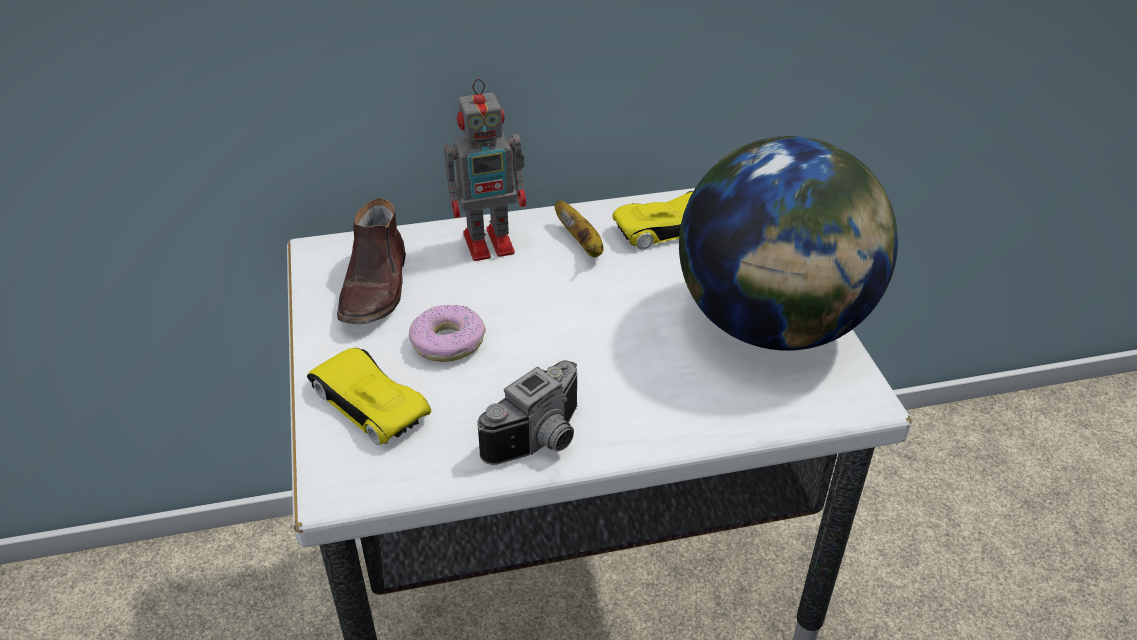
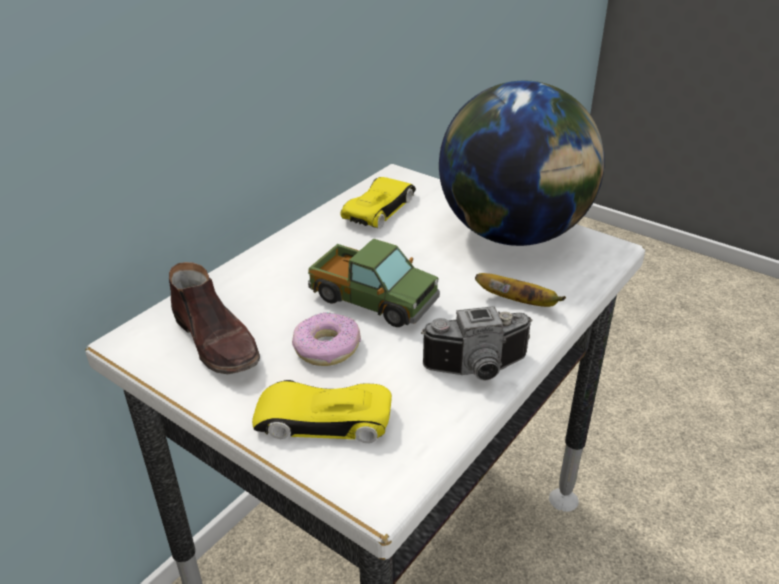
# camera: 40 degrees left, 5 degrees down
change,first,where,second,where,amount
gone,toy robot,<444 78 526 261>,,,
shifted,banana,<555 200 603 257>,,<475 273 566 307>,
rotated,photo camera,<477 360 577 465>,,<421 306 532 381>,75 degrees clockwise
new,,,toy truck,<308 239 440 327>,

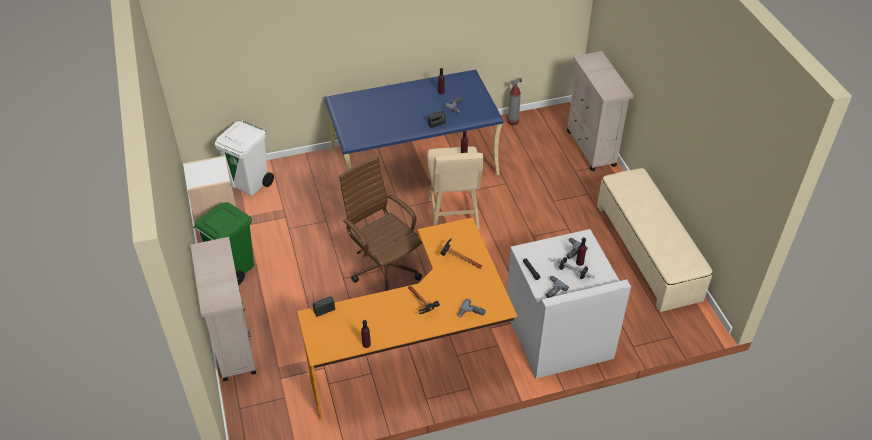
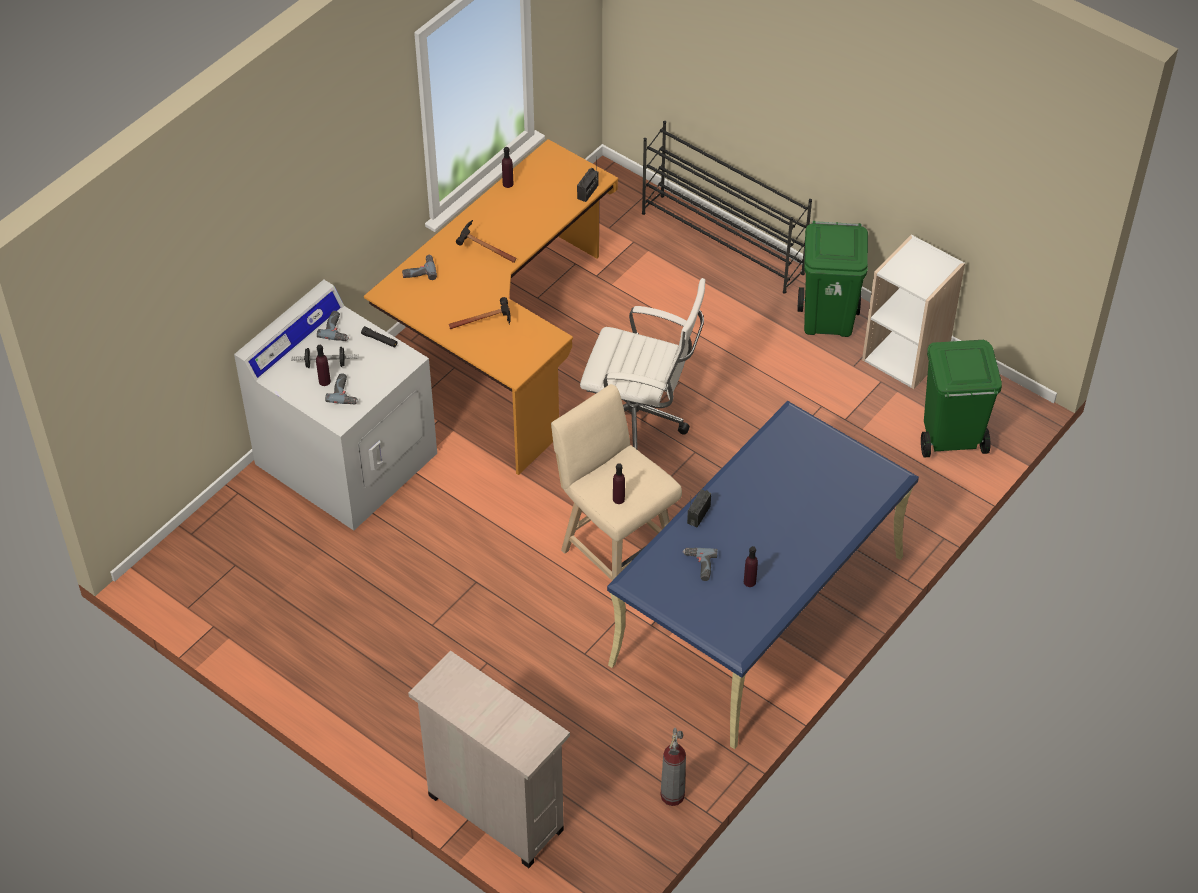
# camera: 145 degrees right, 5 degrees up
change,first,where,second,where,amount
repainted,white trash can,<215 120 274 196>,green trash can,<921 340 1002 458>,
repainted,brown office chair,<339 156 422 291>,white office chair,<580 278 705 450>,
gone,beige bench,<597 168 712 312>,,,
swapped,beige cabinet,<191 237 256 382>,black shoe rack,<642 121 812 293>,

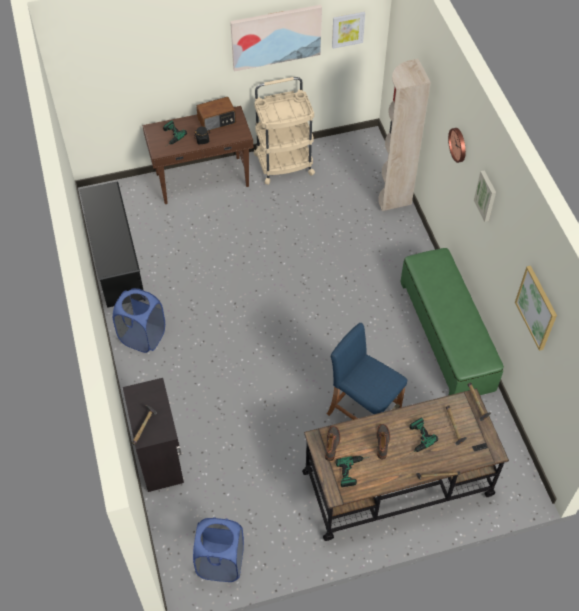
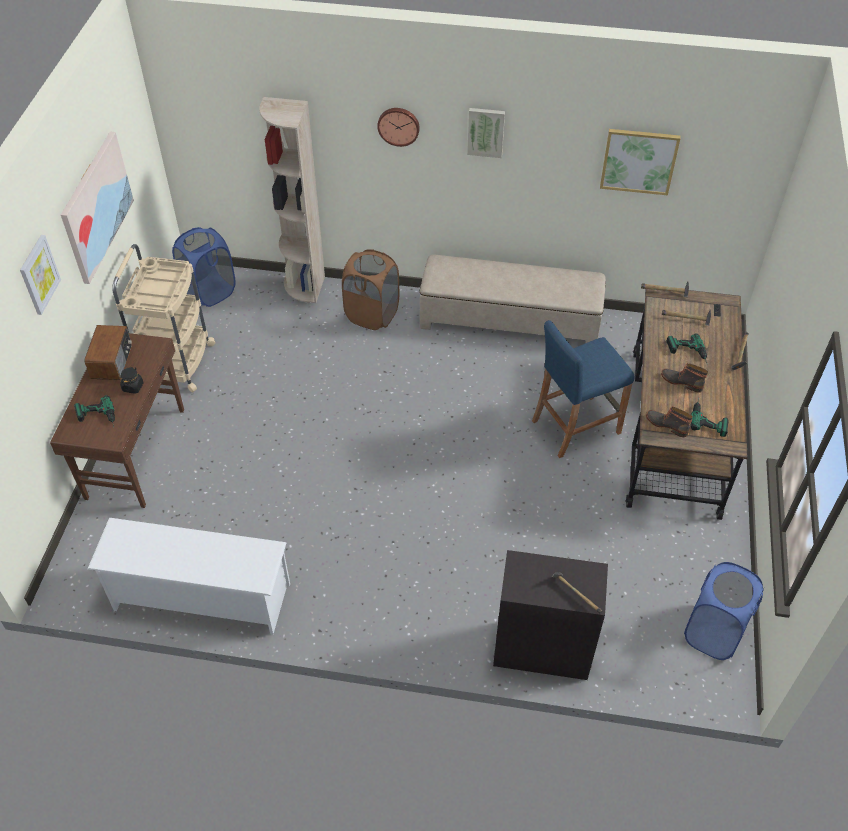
# camera: 65 degrees left, 5 degrees down
change,first,where,second,where,amount
shifted,picture,<332 12 365 49>,,<20 235 61 315>,
repainted,black shoe rack,<80 181 144 308>,white shoe rack,<88 518 290 634>,
repainted,green bench,<400 248 504 395>,beige bench,<420 255 606 343>,
shifted,blue laundry basket,<113 288 165 353>,,<172 227 236 307>,
new,,,brown laundry basket,<342 249 399 330>,

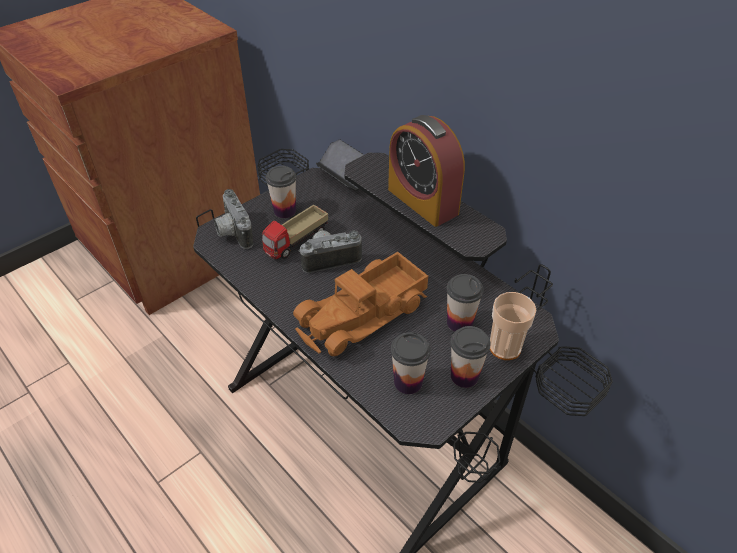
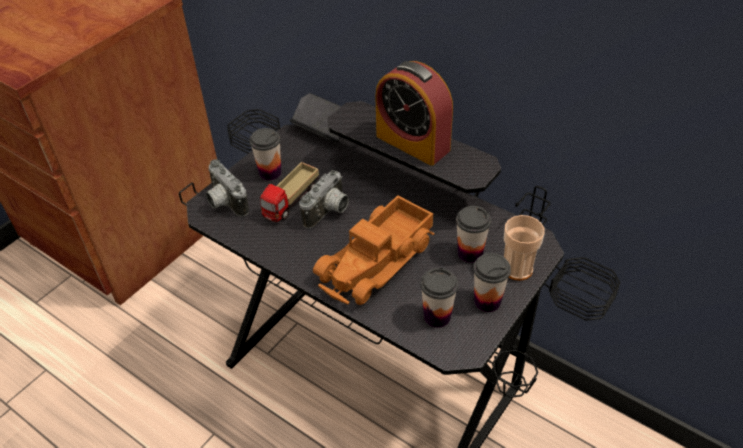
# camera: 10 degrees left, 0 degrees up
change,first,where,second,where,amount
rotated,photo camera,<298 230 362 273>,,<299 170 349 229>,150 degrees clockwise

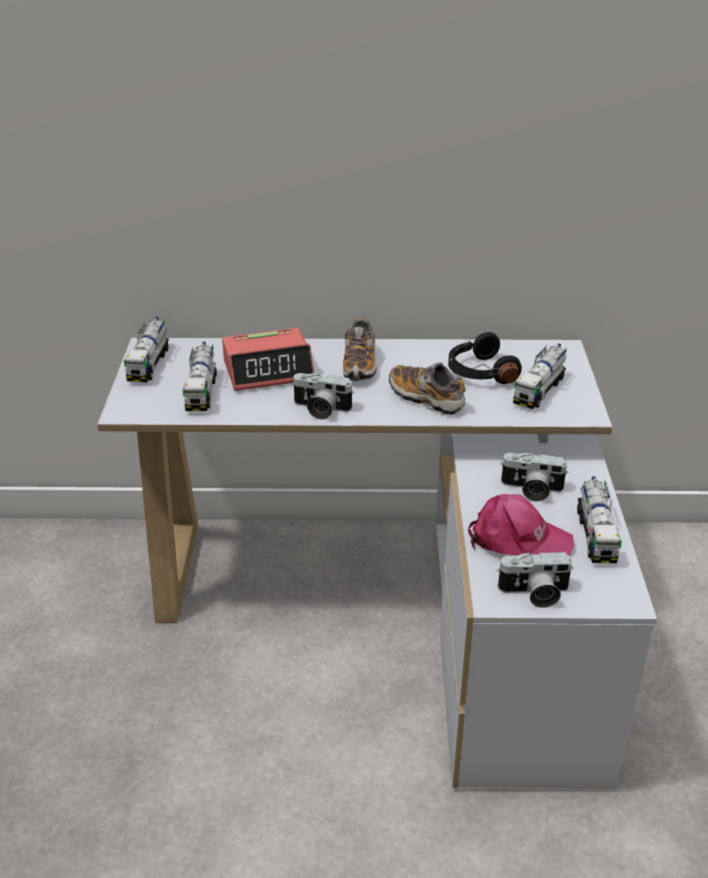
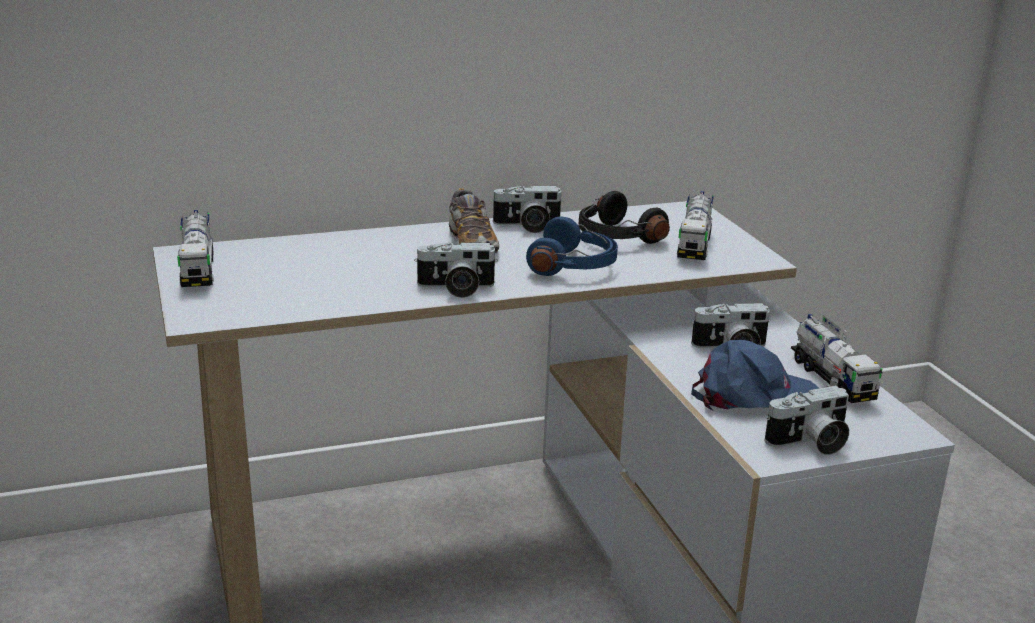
# camera: 20 degrees left, 10 degrees down
change,first,where,second,where,amount
gone,alarm clock,<222 328 314 391>,,,
gone,toy truck,<182 342 217 411>,,,
swapped,shoe,<389 363 466 416>,blue headphones,<526 216 618 276>,
repainted,pink cap,<468 494 574 556>,blue cap,<691 340 819 411>,
new,,,photo camera,<491 186 563 233>,

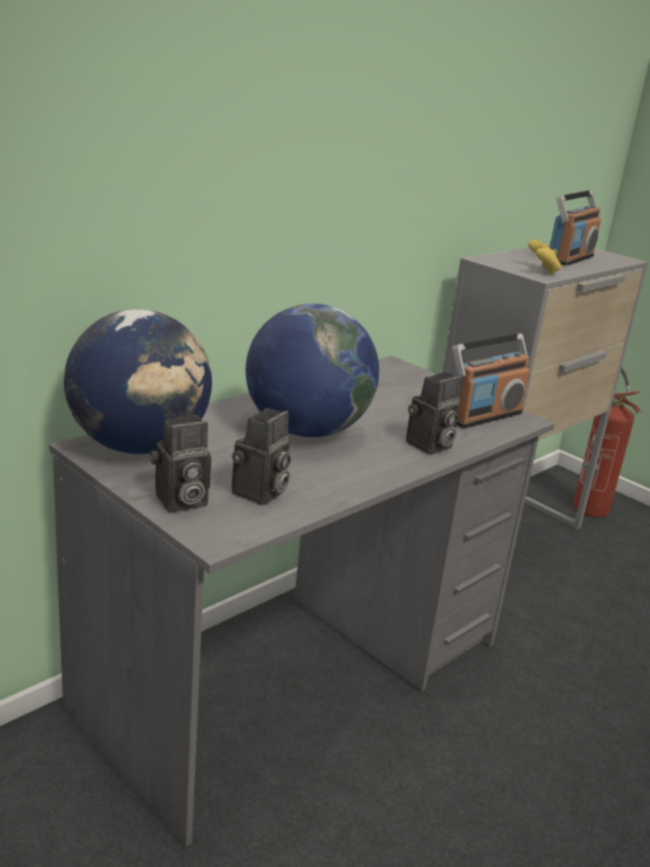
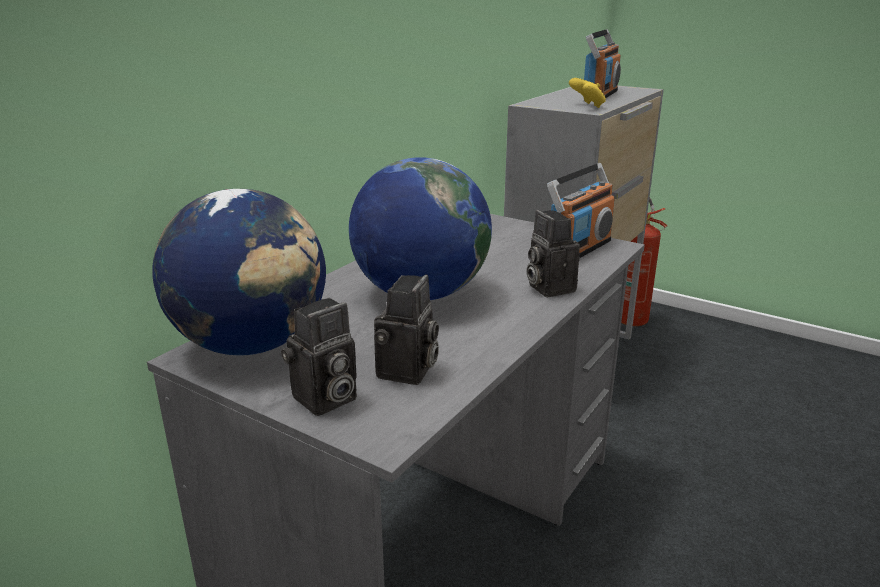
# camera: 10 degrees left, 0 degrees up
change,first,where,second,where,amount
rotated,photo camera,<406 372 461 455>,,<527 210 580 297>,120 degrees clockwise

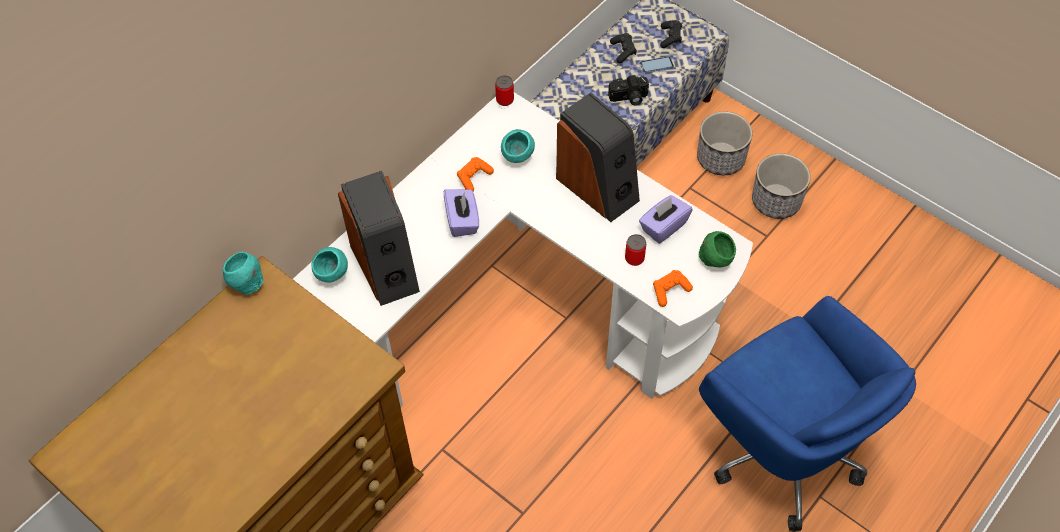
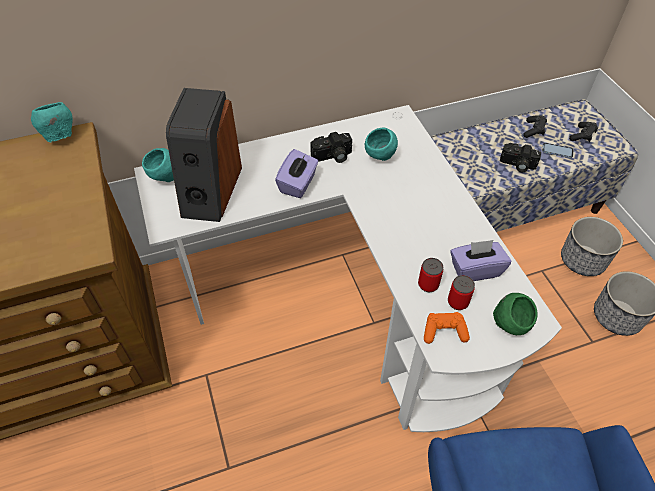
# camera: 30 degrees right, 5 degrees down
change,first,where,second,where,amount
shifted,can,<495 76 514 106>,,<448 275 475 310>,
gone,speaker,<556 93 640 222>,,,
swapped,orange game controller,<457 157 494 191>,photo camera,<310 132 352 163>,

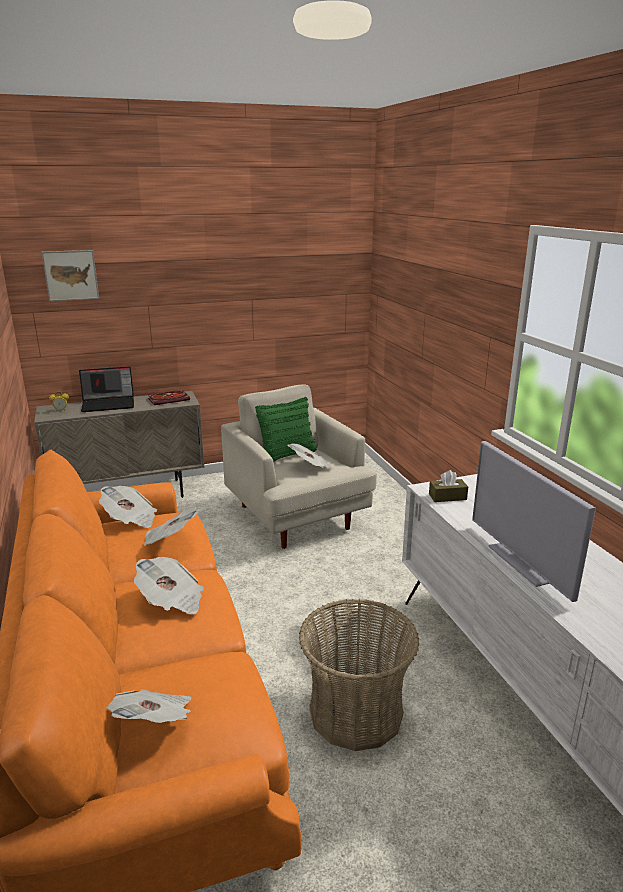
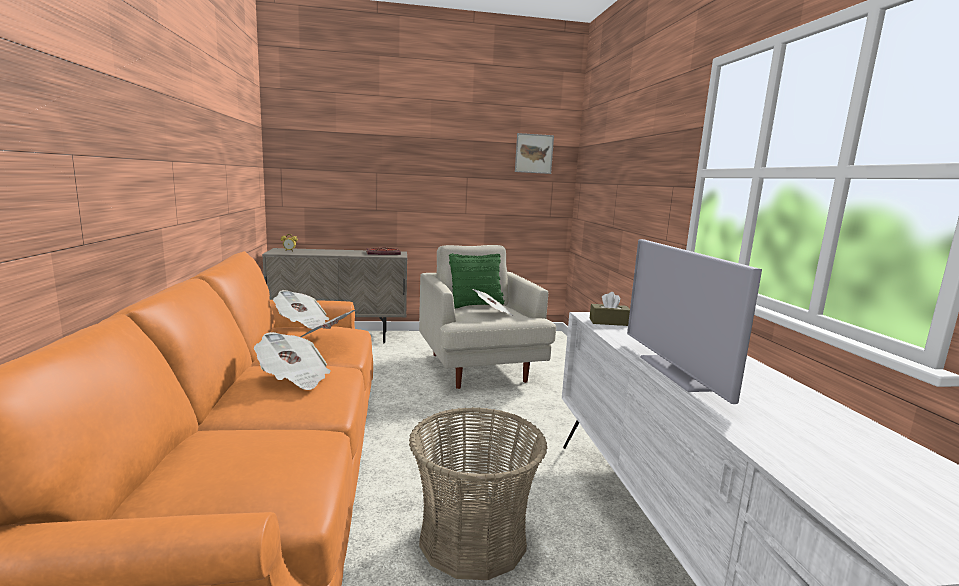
# camera: 10 degrees right, 10 degrees down
change,first,where,second,where,amount
shifted,picture,<42 250 99 302>,,<515 133 554 174>,
gone,laptop,<79 366 134 412>,,,
gone,newspaper,<107 689 191 723>,,,

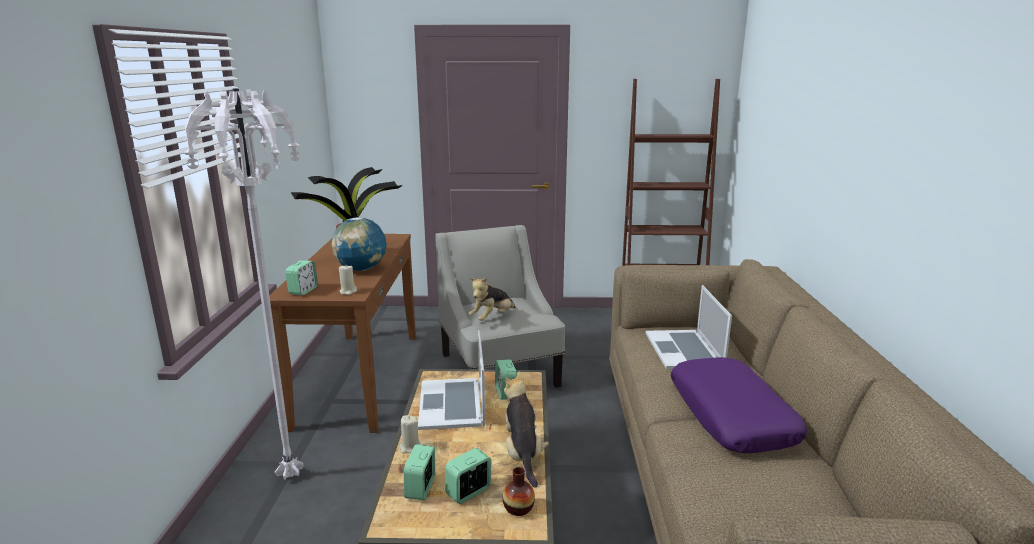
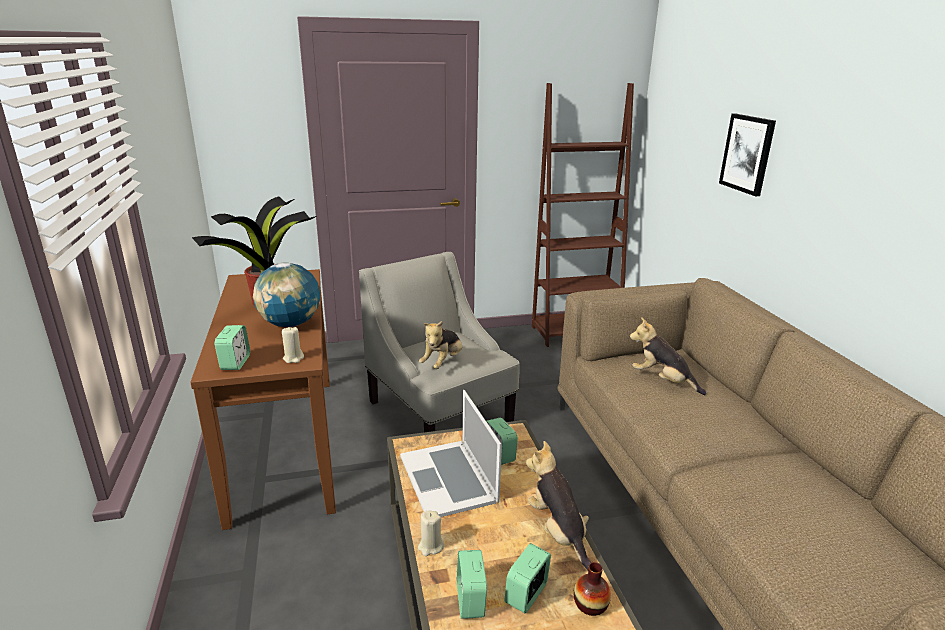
# camera: 15 degrees left, 5 degrees up
change,first,where,second,where,amount
gone,white floor lamp,<184 88 304 480>,,,
swapped,laptop,<645 285 732 369>,plush toy,<630 317 706 395>,
gone,purple pillow,<671 357 807 453>,,,
new,,,picture,<719 114 776 196>,

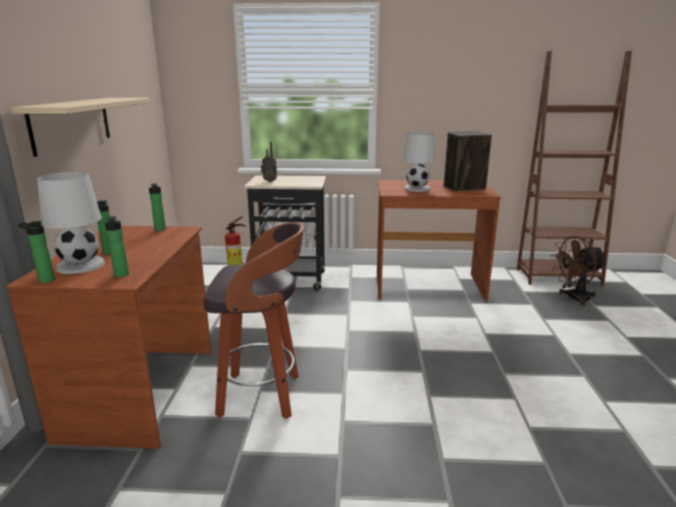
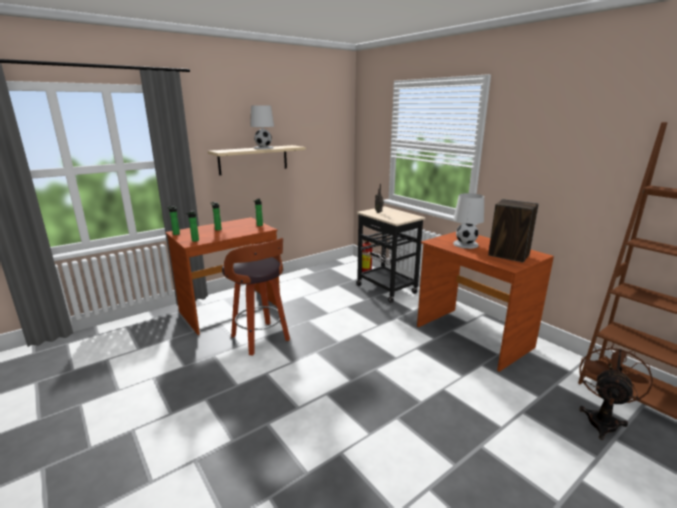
# camera: 50 degrees right, 0 degrees up
change,first,where,second,where,amount
shifted,white table lamp,<37 172 105 274>,,<250 105 274 149>,
rotated,brown fan,<550 236 607 306>,,<579 343 653 440>,90 degrees clockwise

